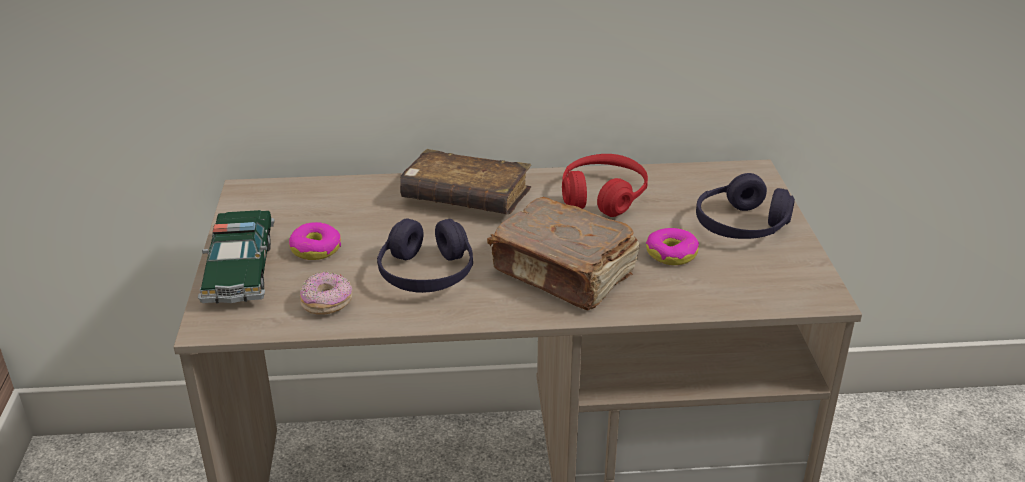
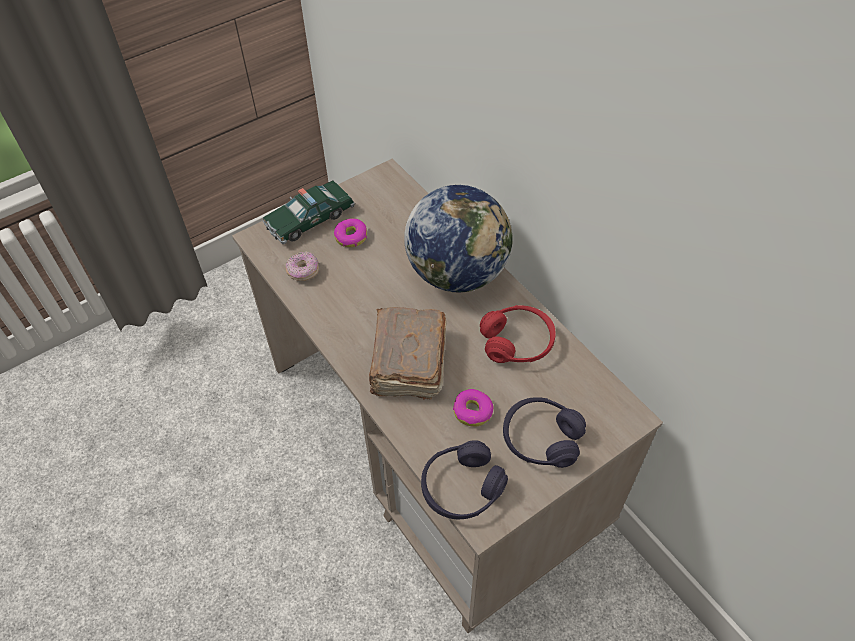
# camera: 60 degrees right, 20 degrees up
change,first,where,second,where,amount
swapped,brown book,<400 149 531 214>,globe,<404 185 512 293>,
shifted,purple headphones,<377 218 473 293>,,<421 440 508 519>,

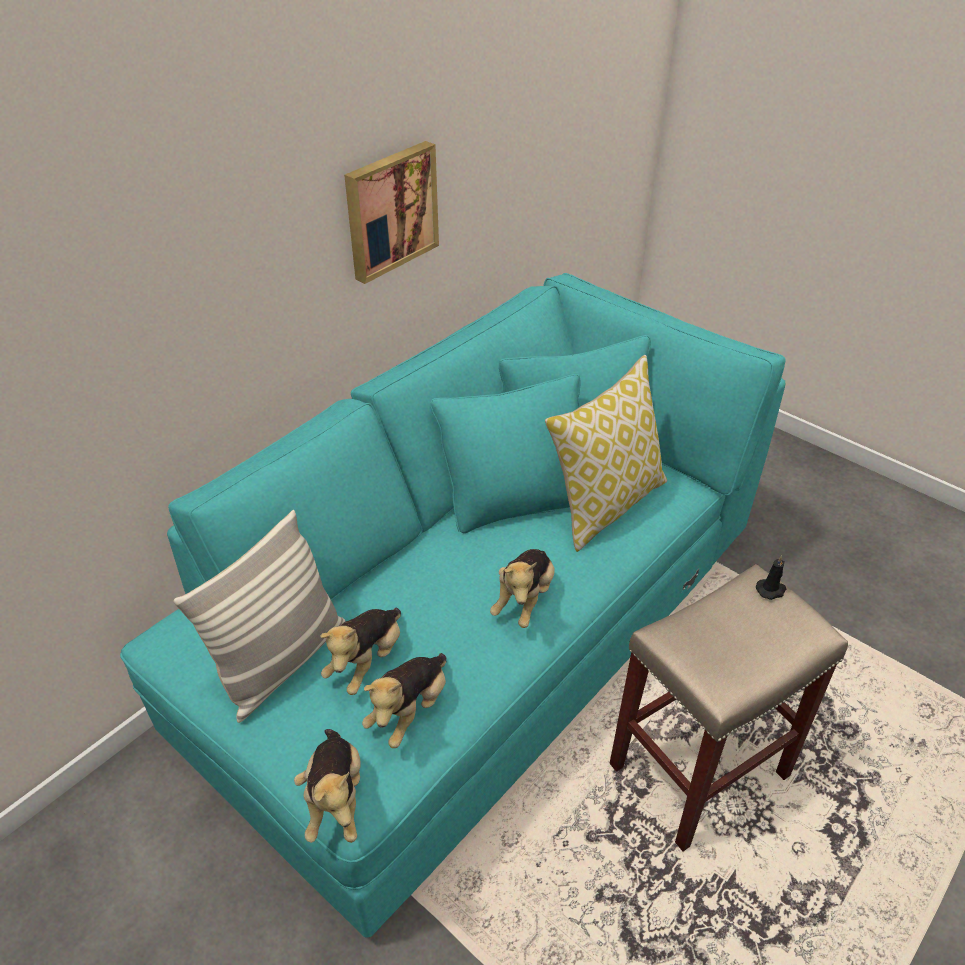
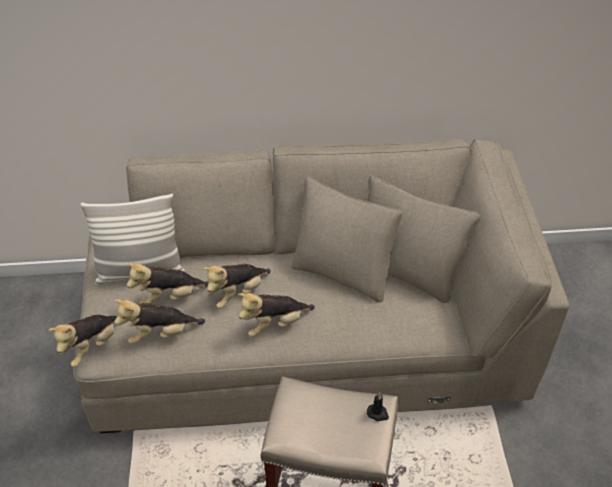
# camera: 45 degrees right, 5 degrees up
change,first,where,second,where,amount
gone,picture,<344 141 439 284>,,,
repainted,turquoise sofa,<120 273 786 938>,beige sofa,<73 139 569 433>,
gone,pillow,<545 355 667 552>,,,
new,,,plush toy,<203 264 271 309>,

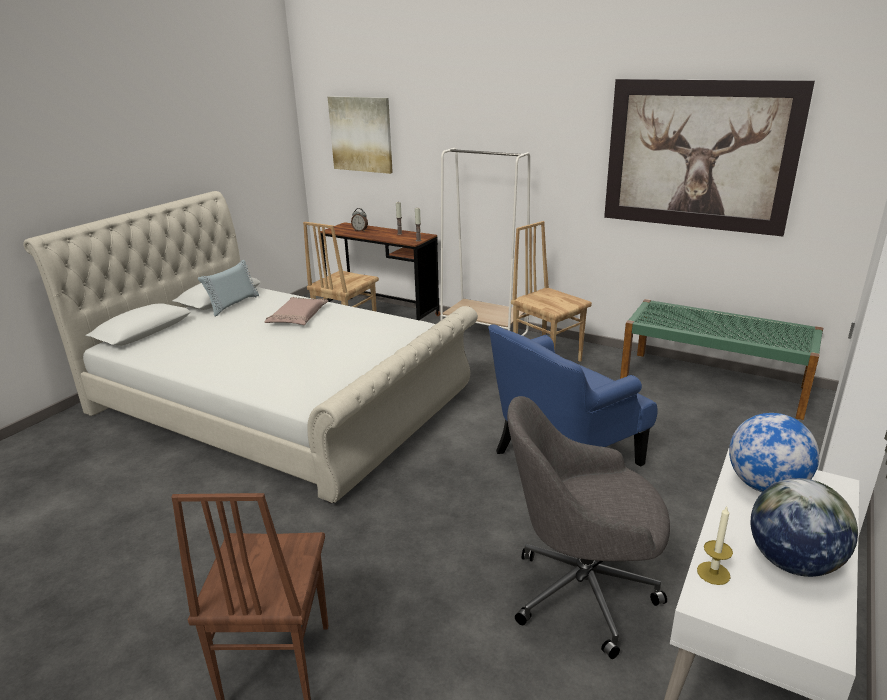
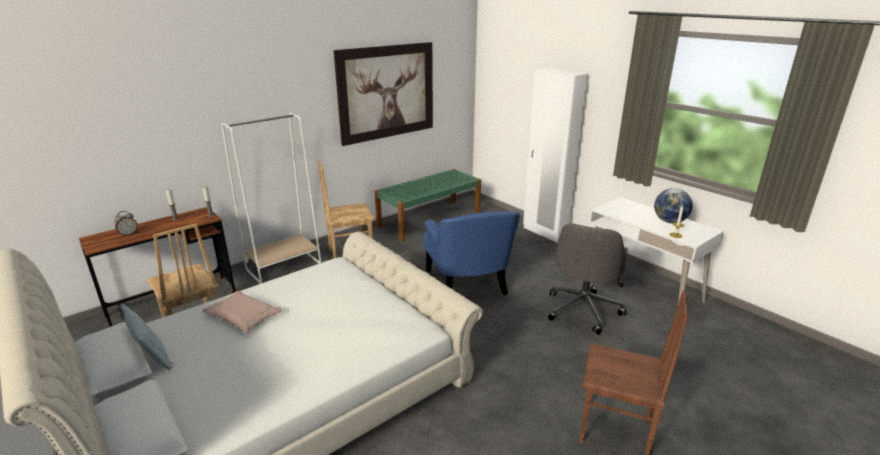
# camera: 70 degrees left, 0 degrees up
change,first,where,second,where,amount
gone,picture,<328 96 393 174>,,,
gone,globe,<729 413 819 492>,,,

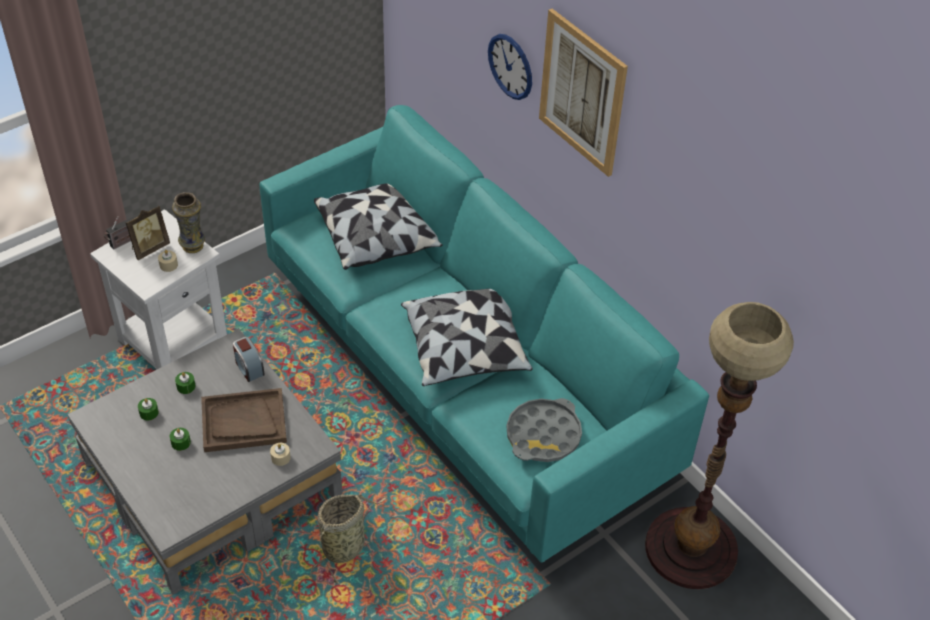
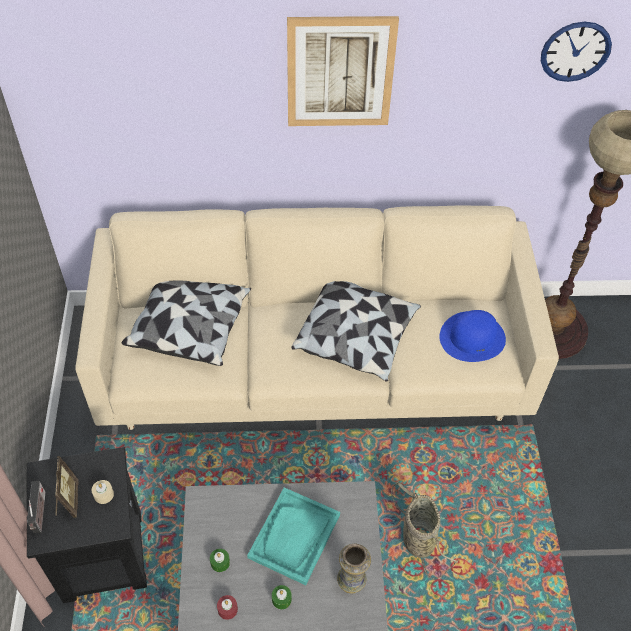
# camera: 55 degrees left, 5 degrees up
change,first,where,second,where,amount
shifted,wall clock,<488 34 532 100>,,<541 21 612 82>,
repainted,turquoise sofa,<259 105 709 563>,beige sofa,<75 206 559 430>,
shifted,vase,<172 192 205 253>,,<337 544 371 593>,
repainted,white side table,<90 209 227 370>,black side table,<27 447 147 603>,
gone,alarm clock,<233 337 265 382>,,,
repainted,brown tray,<201 388 287 452>,turquoise tray,<247 487 340 585>,
repainted,green candle,<138 398 159 420>,red candle,<217 595 238 620>,
swapped,grey tray,<506 398 582 462>,blue hat,<439 310 506 362>,
gone,beige candle,<270 443 291 466>,,,

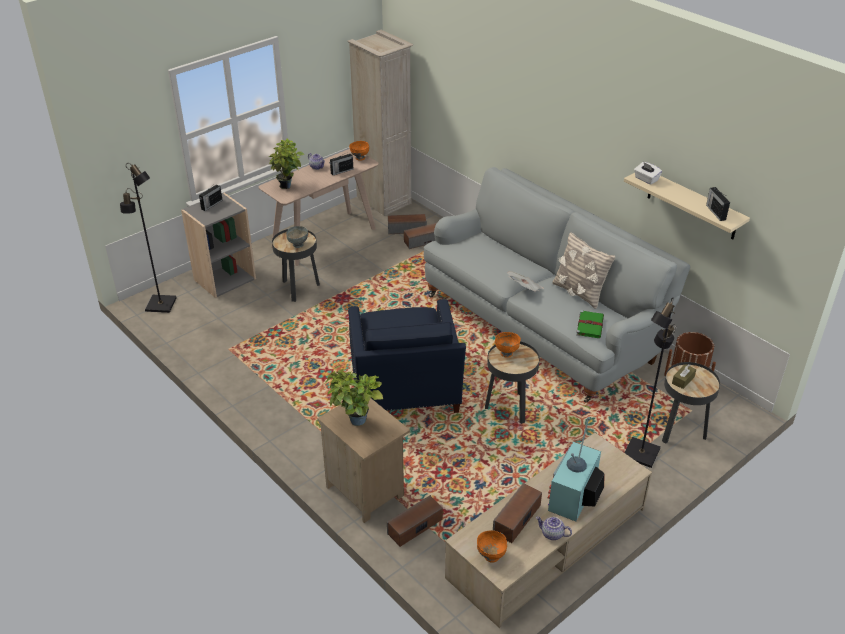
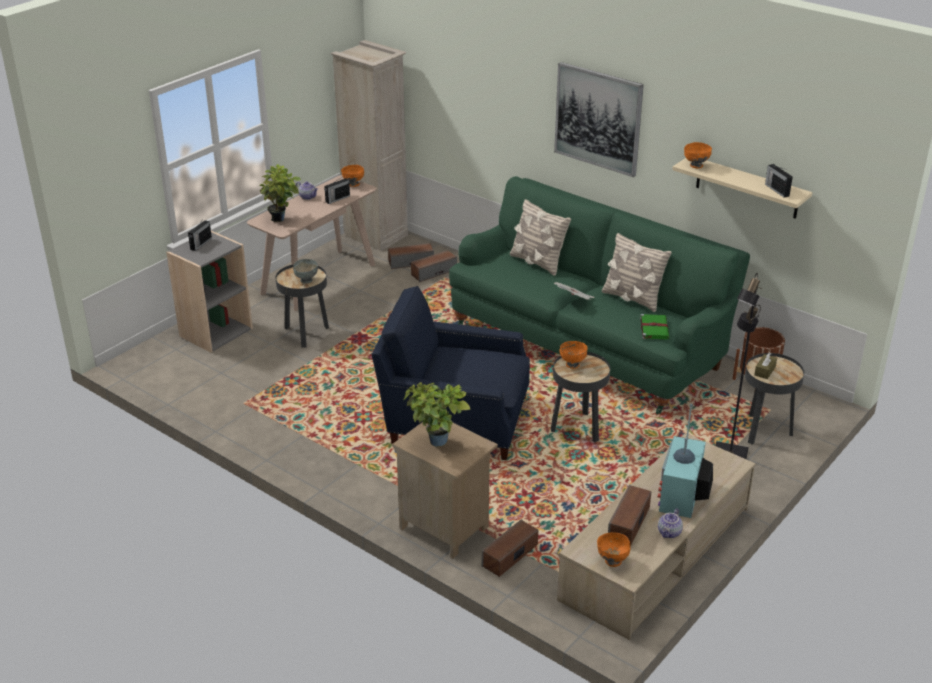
# camera: 10 degrees left, 5 degrees down
change,first,where,second,where,amount
swapped,white tissue box,<634 162 662 185>,orange bowl,<684 142 712 168>,
gone,black floor lamp,<120 163 177 313>,,,
repainted,grey sofa,<424 167 690 403>,green sofa,<449 176 750 415>,
rotated,blue armchair,<348 299 466 413>,,<371 286 530 460>,120 degrees clockwise
rotated,teapot,<536 516 572 540>,,<658 508 683 538>,75 degrees counterclockwise
new,,,picture,<554 62 644 177>,
new,,,beige pillow,<510 199 571 276>,

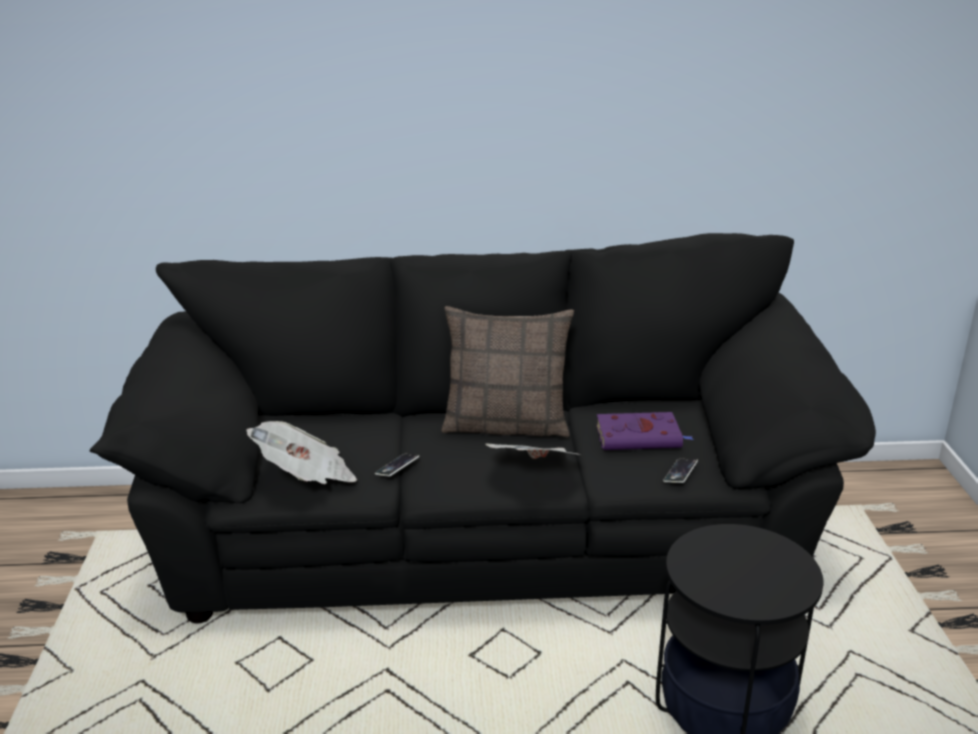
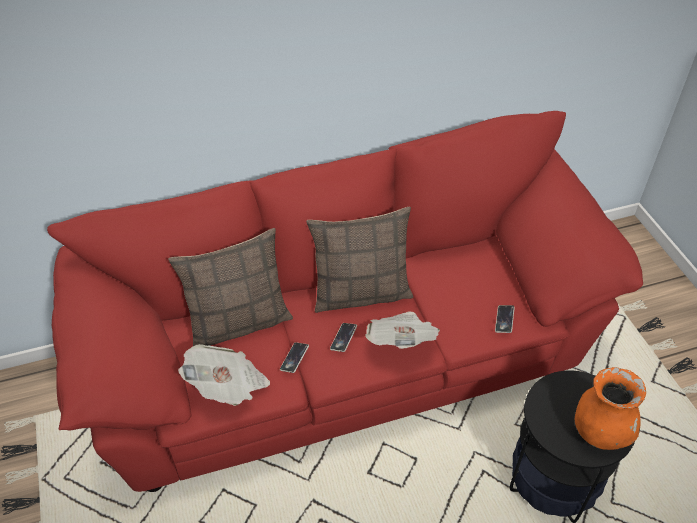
# camera: 15 degrees left, 20 degrees up
change,first,where,second,where,amount
repainted,black sofa,<90 233 876 624>,red sofa,<47 111 643 492>,
gone,purple book,<596 412 694 450>,,,
new,,,pillow,<168 228 293 346>,
new,,,phone,<330 323 357 352>,
new,,,orange vase,<575 367 646 450>,

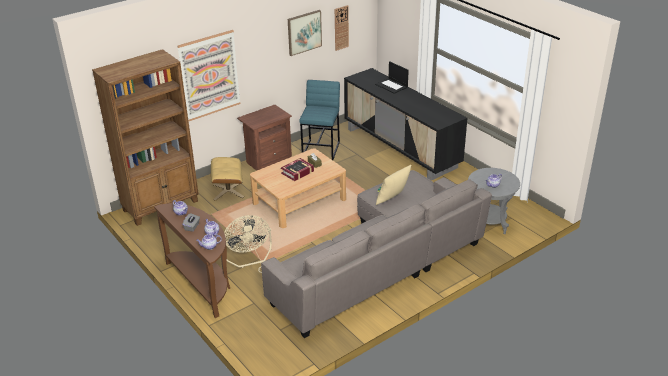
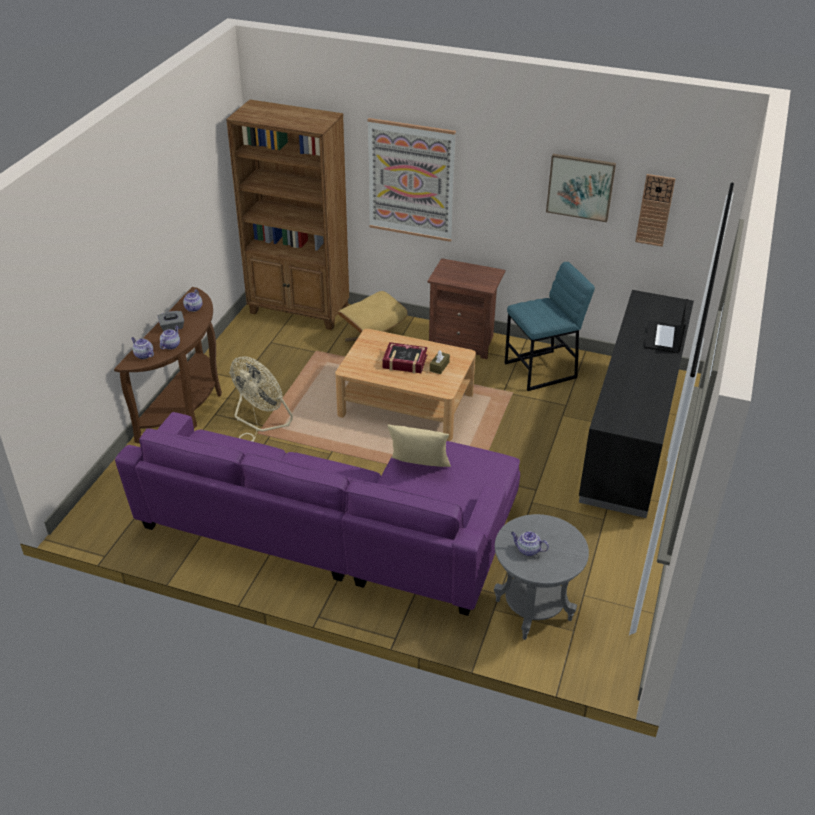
# camera: 55 degrees right, 5 degrees up
change,first,where,second,where,amount
repainted,grey sofa,<261 170 492 338>,purple sofa,<115 412 520 616>,

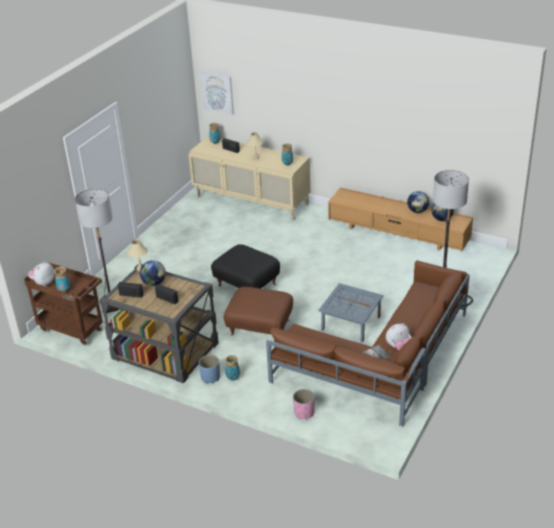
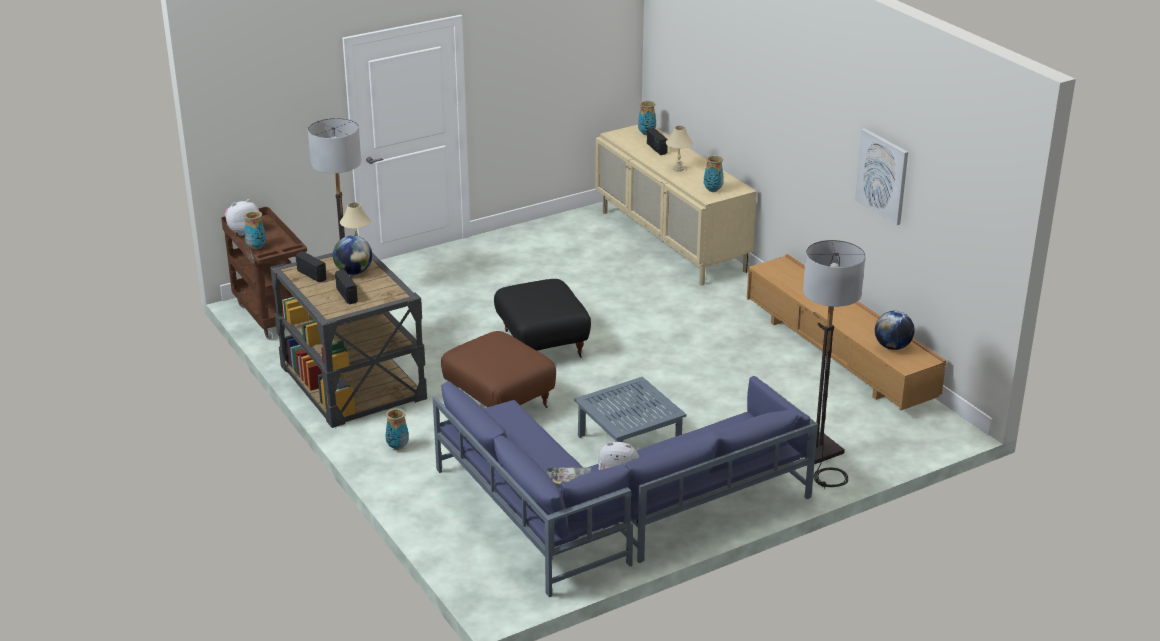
# camera: 30 degrees right, 5 degrees down
change,first,where,second,where,amount
shifted,picture,<200 71 234 115>,,<855 129 908 225>,
gone,globe,<407 191 429 213>,,,
repainted,brown sofa,<266 260 470 426>,blue sofa,<433 376 818 597>,
gone,blue planter,<199 355 220 383>,,,
gone,pink planter,<293 389 315 419>,,,

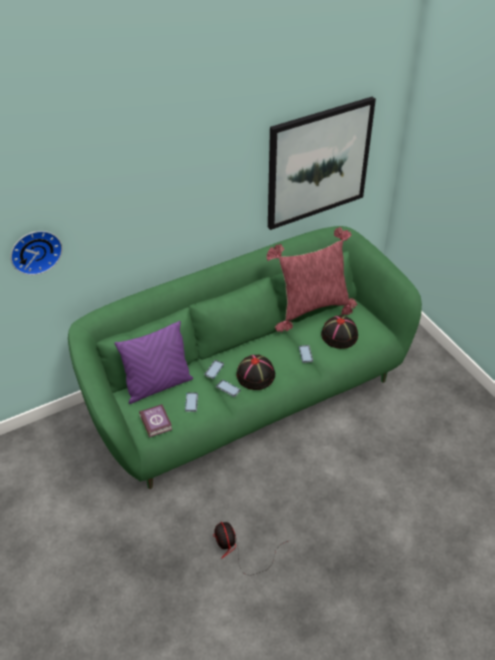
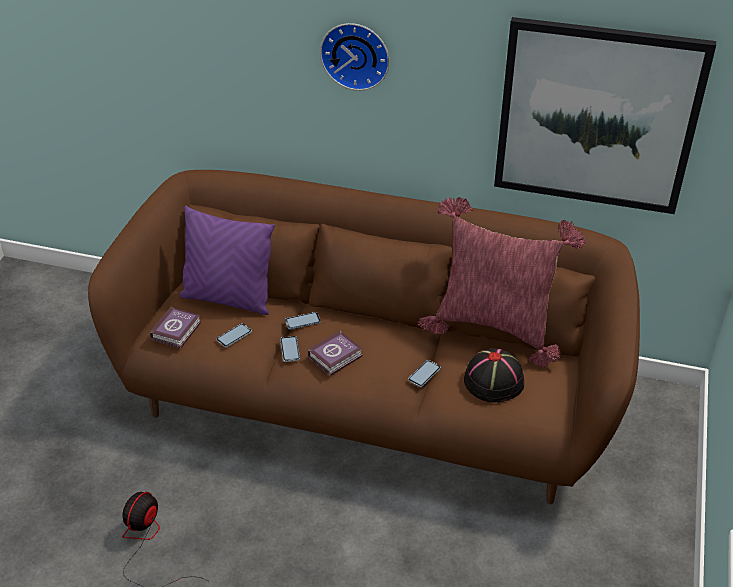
# camera: 45 degrees right, 5 degrees down
change,first,where,second,where,amount
repainted,green sofa,<68 226 422 489>,brown sofa,<88 170 640 504>,
shifted,wall clock,<11 231 62 275>,,<320 23 389 91>,
swapped,black hat,<236 354 275 390>,book,<308 330 363 376>,

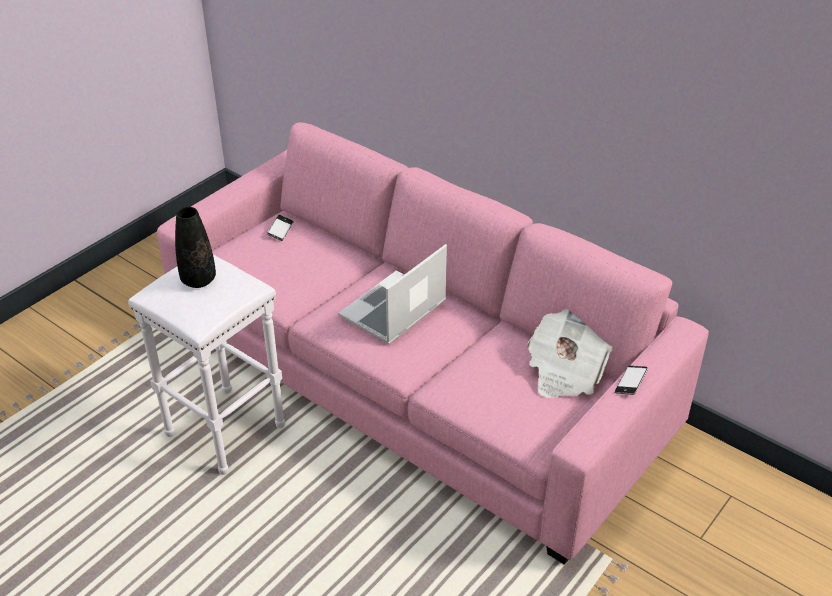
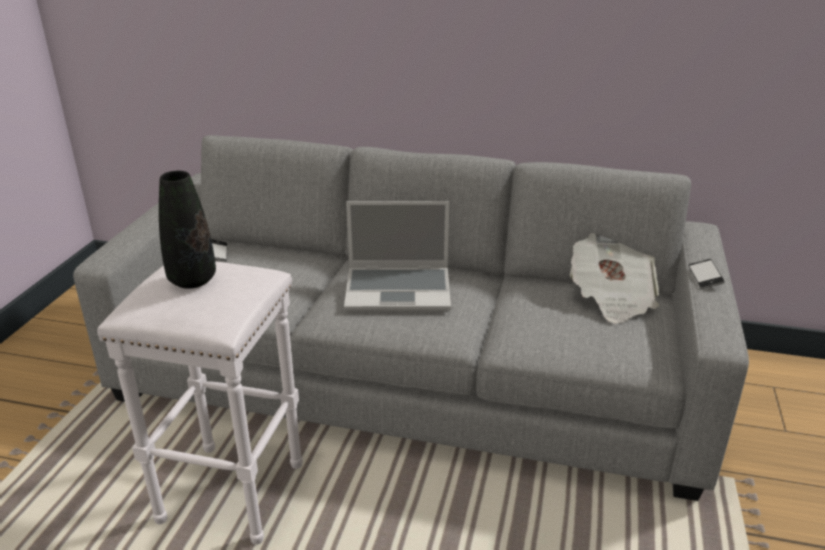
# camera: 25 degrees left, 10 degrees down
change,first,where,second,where,amount
repainted,pink sofa,<157 122 709 565>,grey sofa,<73 135 749 501>,
rotated,laptop,<338 244 447 345>,,<344 201 451 312>,105 degrees counterclockwise

